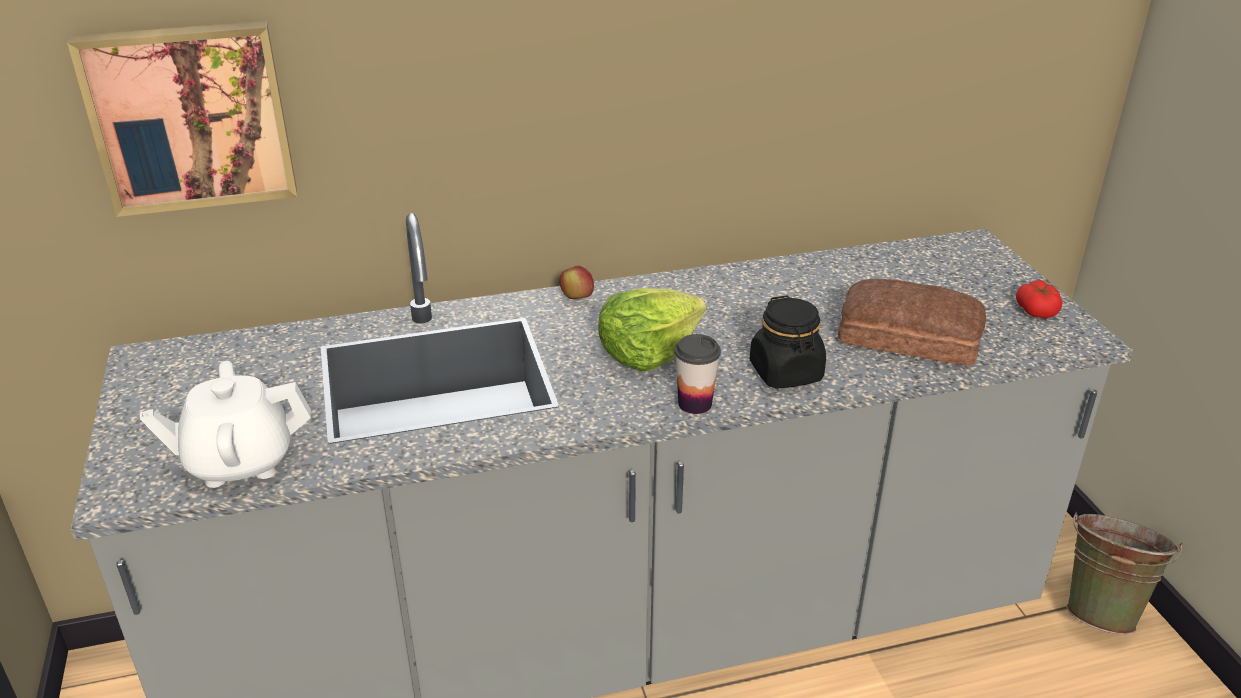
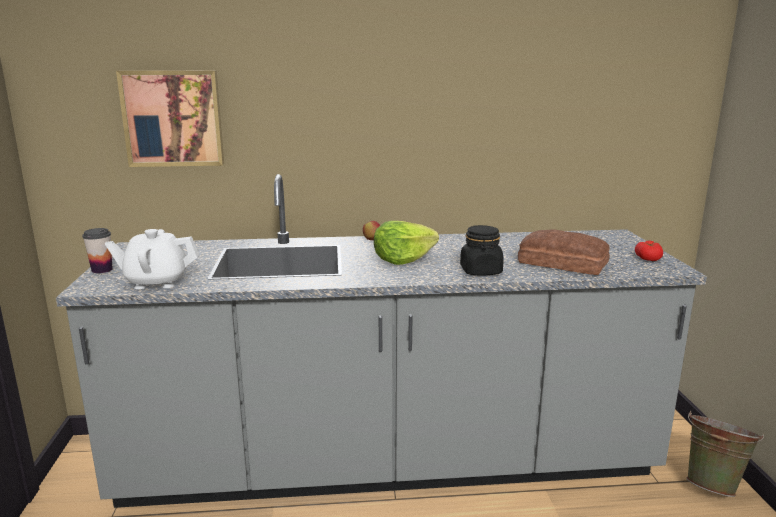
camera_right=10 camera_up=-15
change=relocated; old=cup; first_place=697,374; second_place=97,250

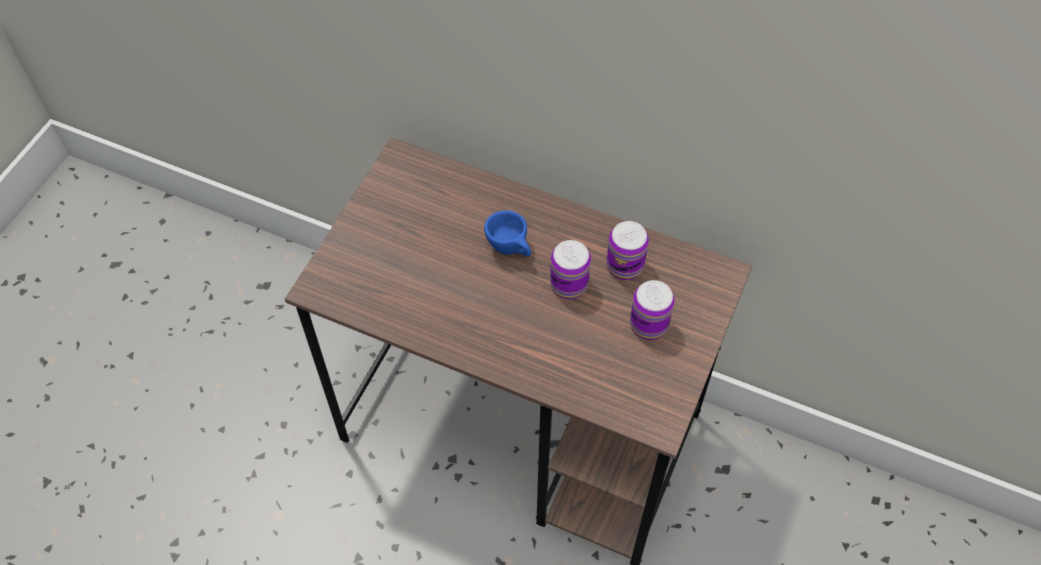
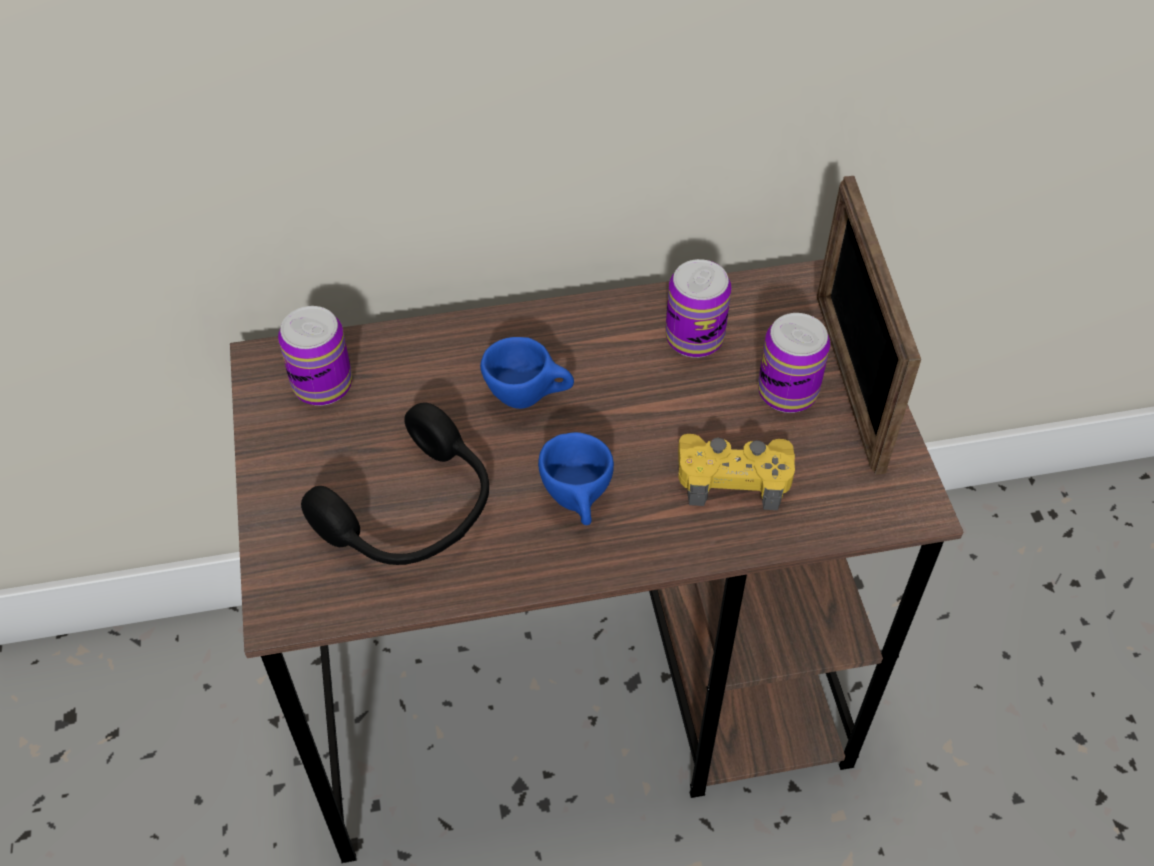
camera_right=-35 camera_up=-5
change=relocated; old=can; first_place=570,269; second_place=315,356
change=appeared; new=black headphones; second_place=395,484
change=appeared; new=blue cup; second_place=576,478
change=appeared; new=yellow game controller; second_place=736,472
change=appeared; new=picture frame; second_place=869,325

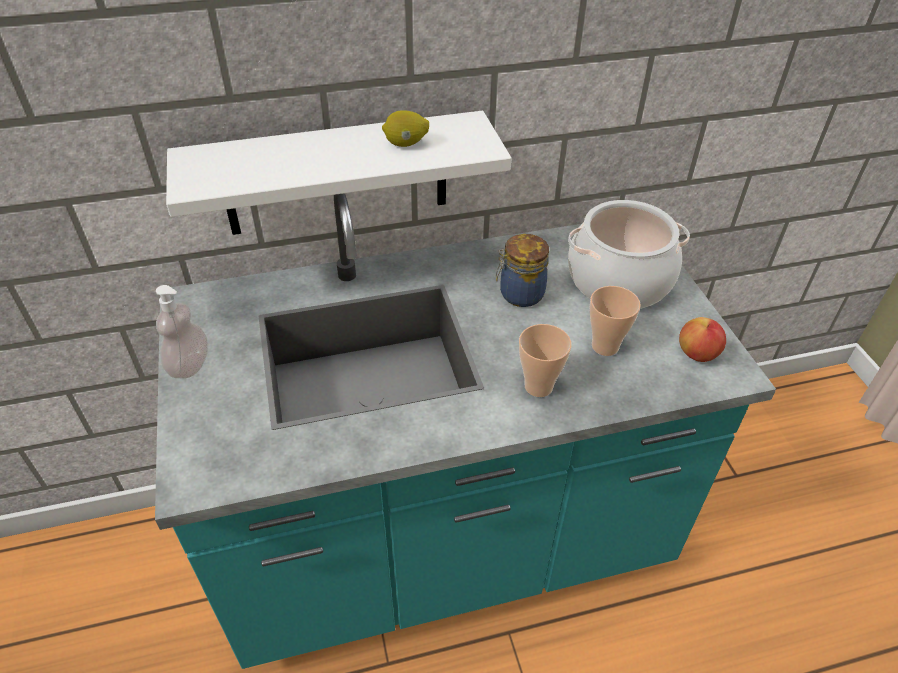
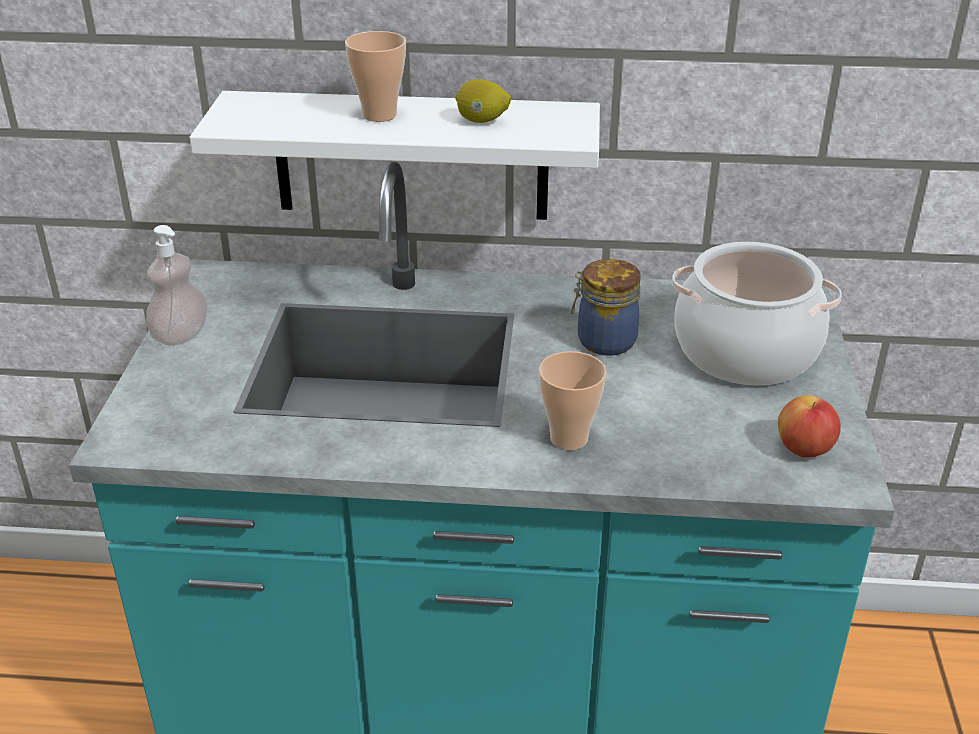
camera_right=20 camera_up=-10
change=relocated; old=cup; first_place=615,321; second_place=375,76

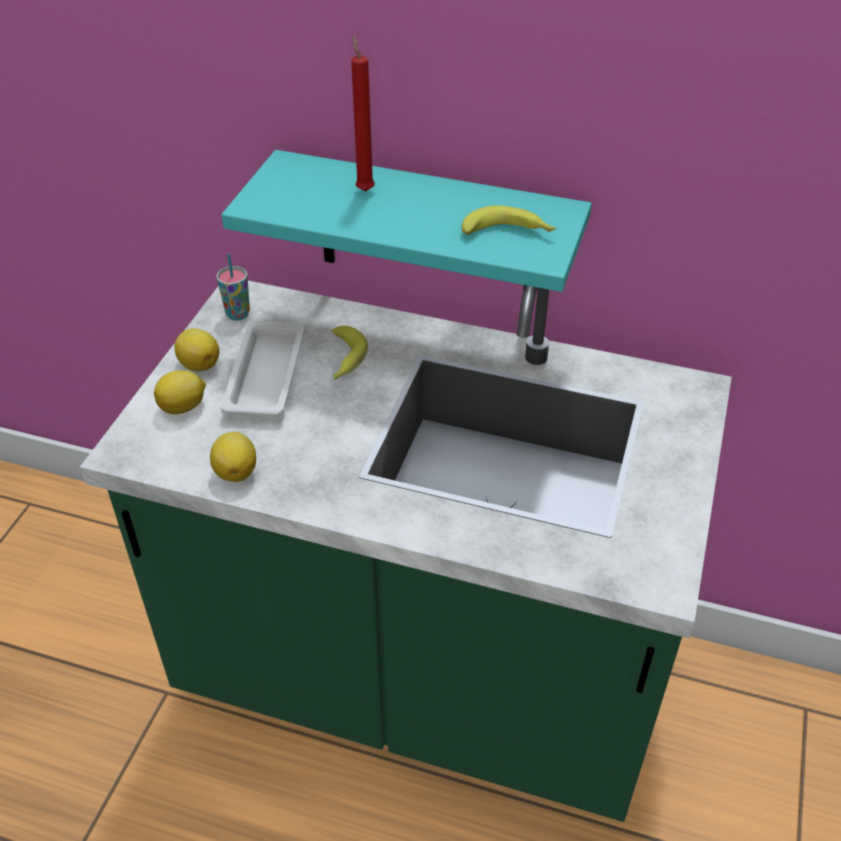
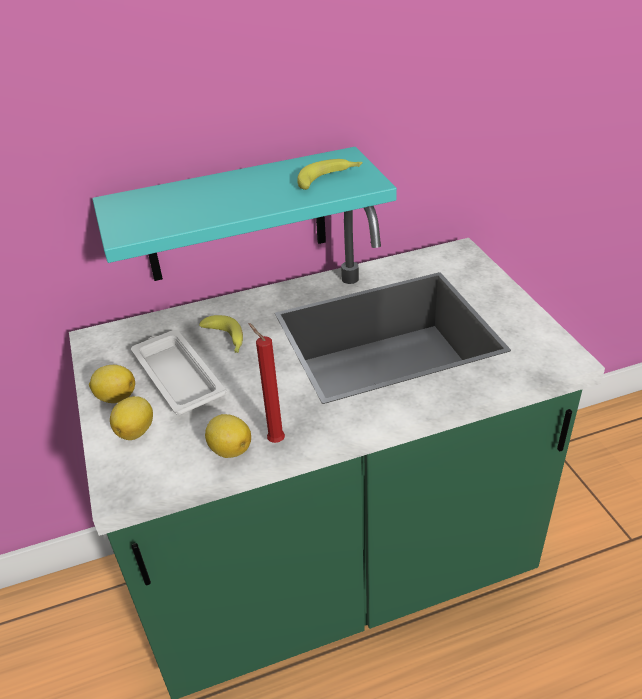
camera_right=-35 camera_up=-5
change=relocated; old=red candle; first_place=363,114; second_place=267,383
change=missing; old=cup; first_place=233,287

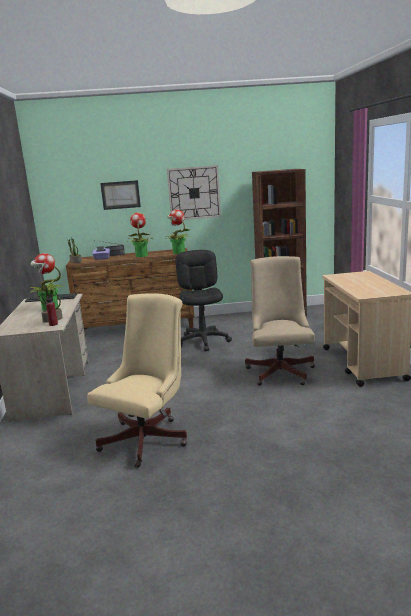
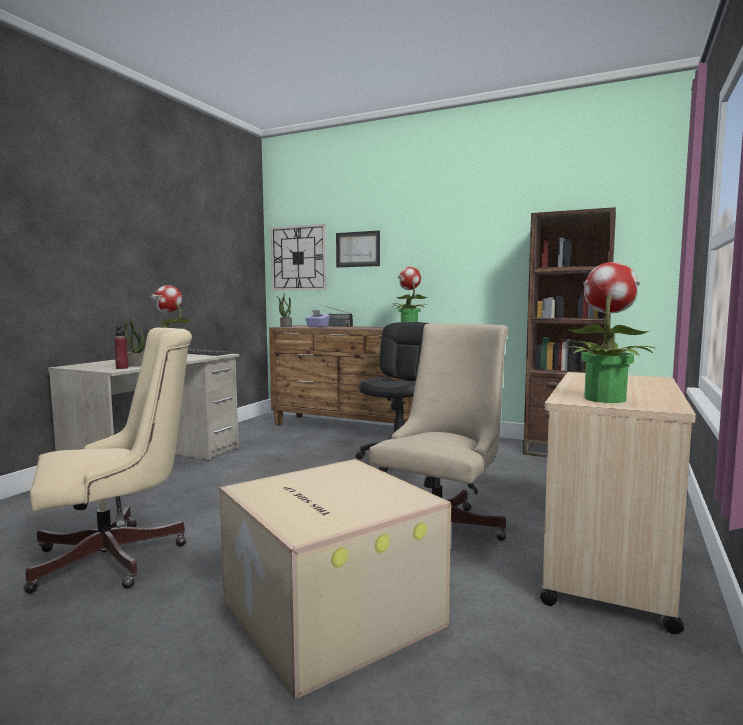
camera_right=30 camera_up=-10
change=appeared; new=cardboard box; second_place=335,579
change=relocated; old=wall clock; first_place=194,192; second_place=298,257
change=relocated; old=potted plant; first_place=140,234; second_place=610,332

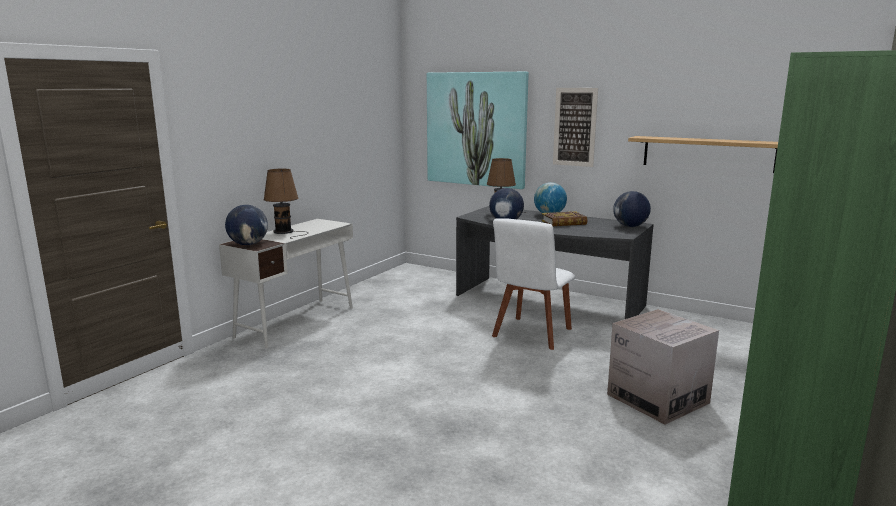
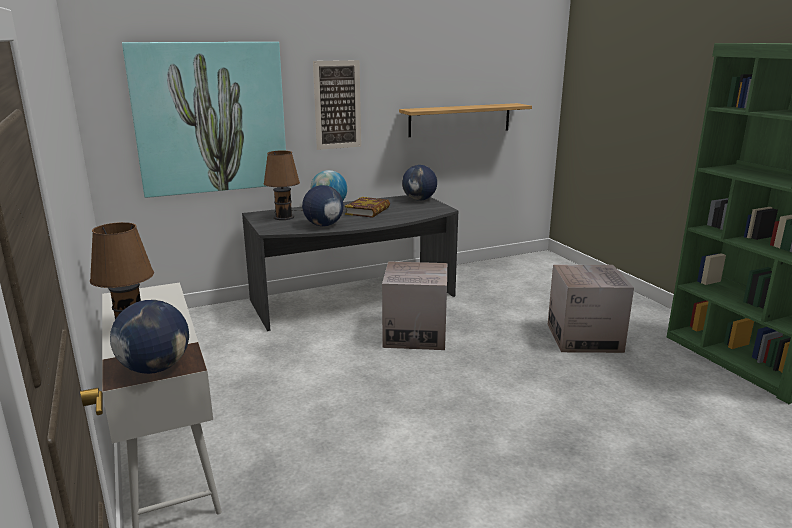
camera_right=-55 camera_up=5
change=exchanged; old=white chair; new=cardboard box; first_place=534,284; second_place=414,305

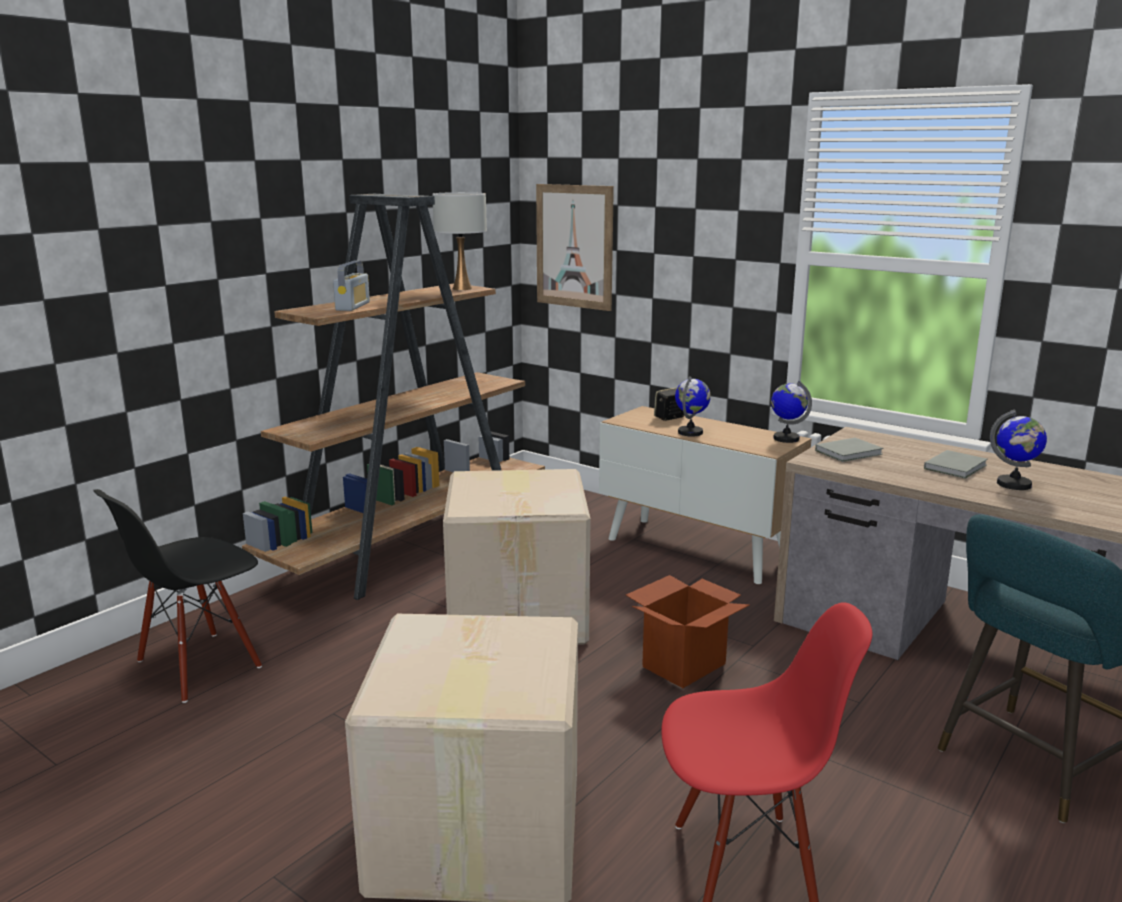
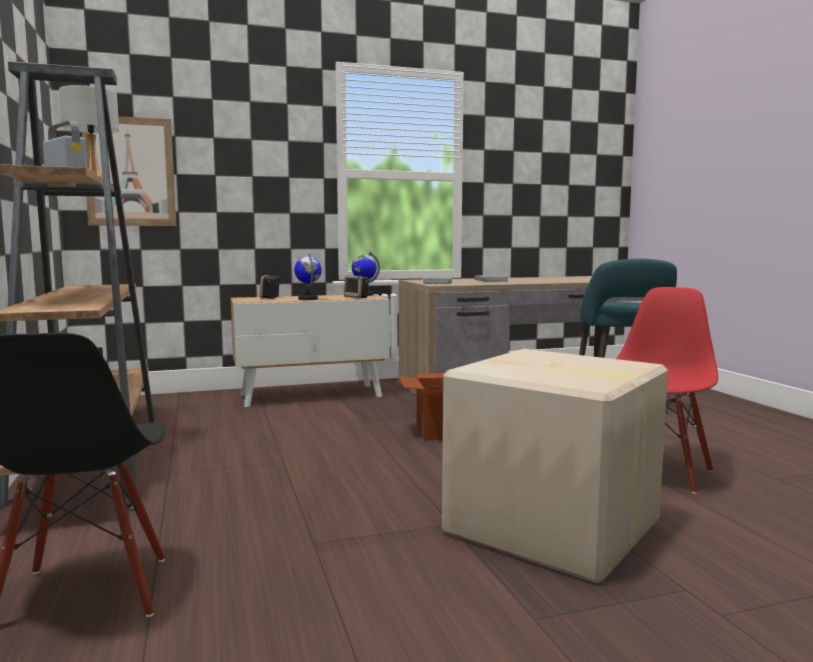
camera_right=-55 camera_up=-10
change=appeared; new=speaker; second_place=356,286
change=missing; old=cardboard box; first_place=516,557
change=missing; old=globe; first_place=1018,449

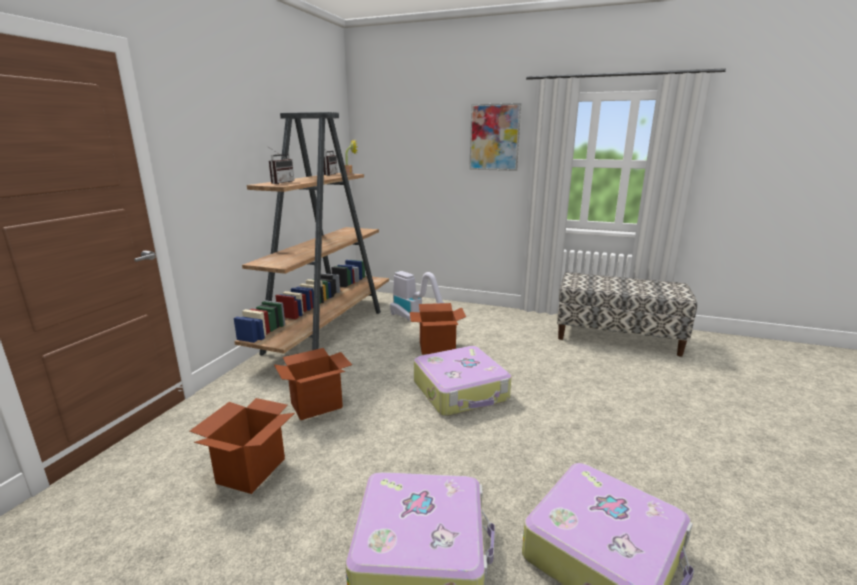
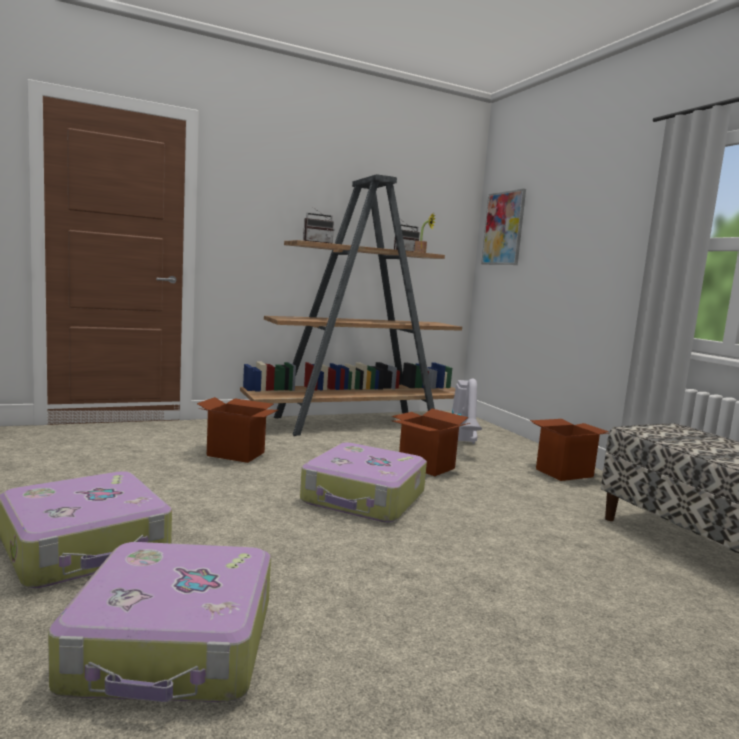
camera_right=45 camera_up=-10
change=relocated; old=picture; first_place=495,137; second_place=503,227
change=relocated; old=cardboard box; first_place=242,446; second_place=569,450

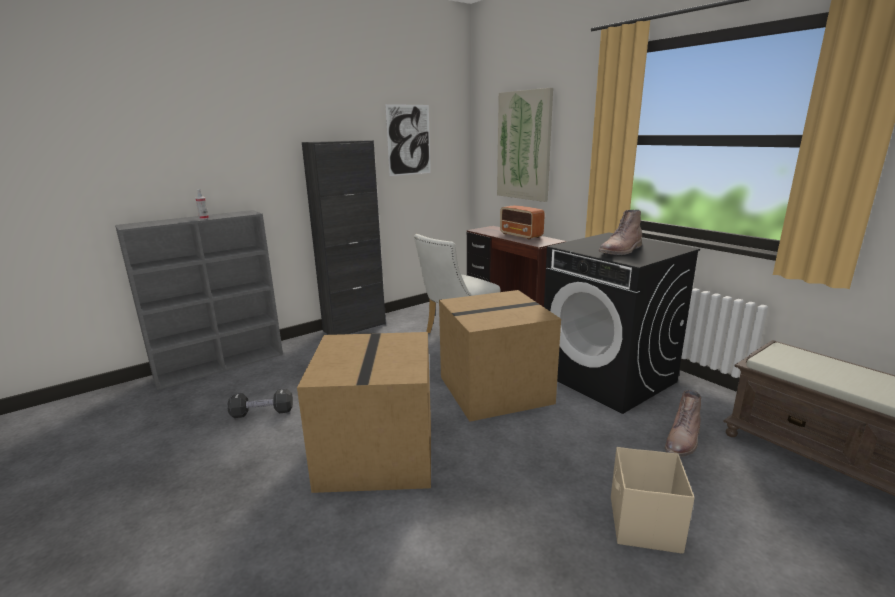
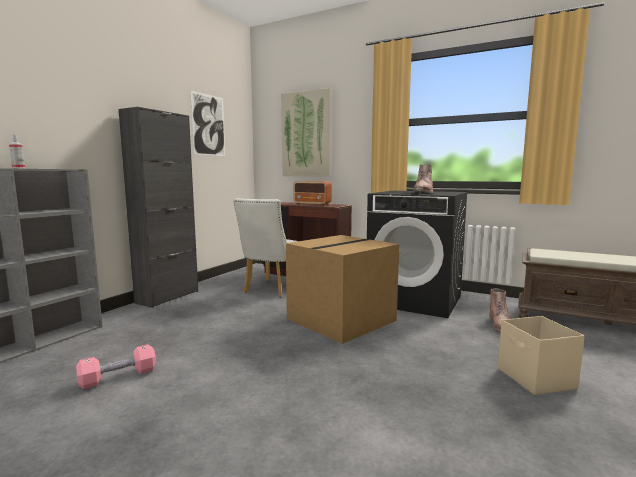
camera_right=-25 camera_up=-10
change=colour; old=black dumbbell; new=pink dumbbell; first_place=260,403; second_place=116,366
change=missing; old=cardboard box; first_place=364,412

